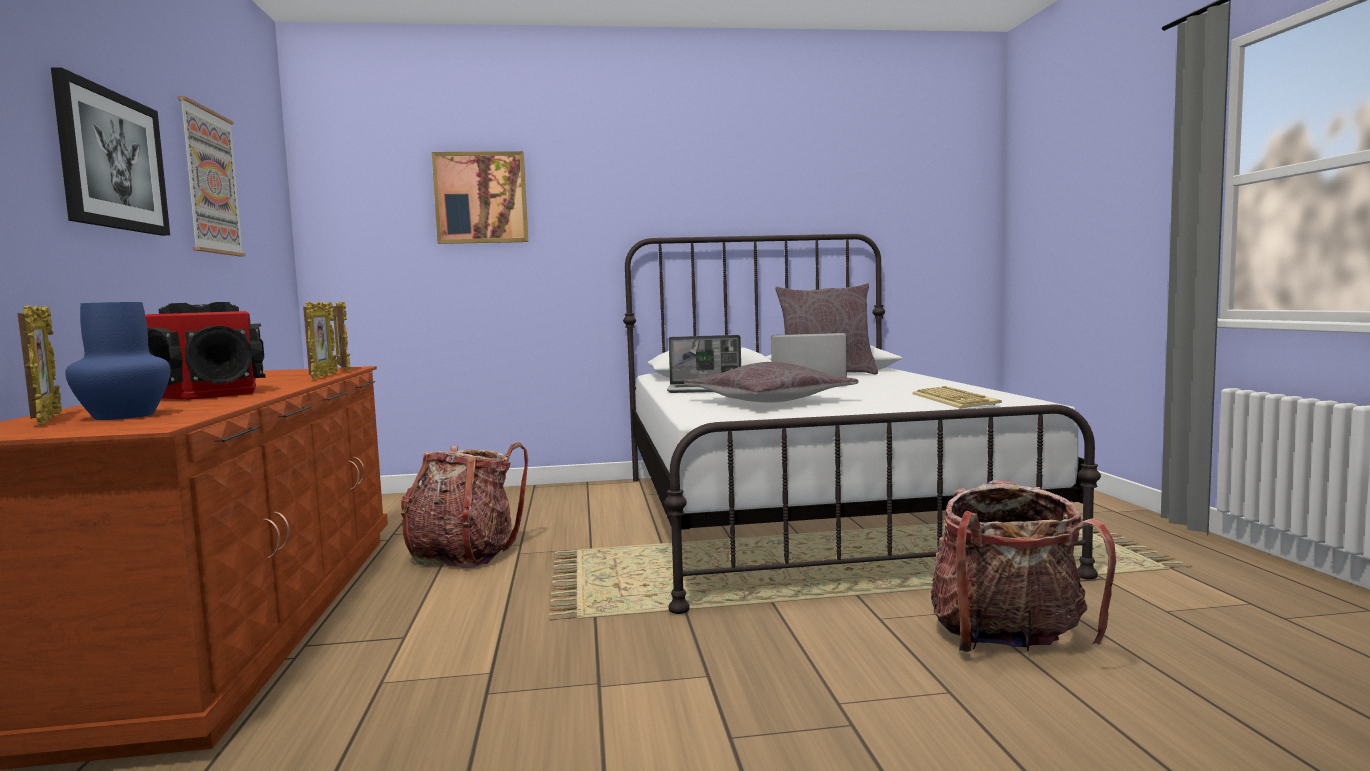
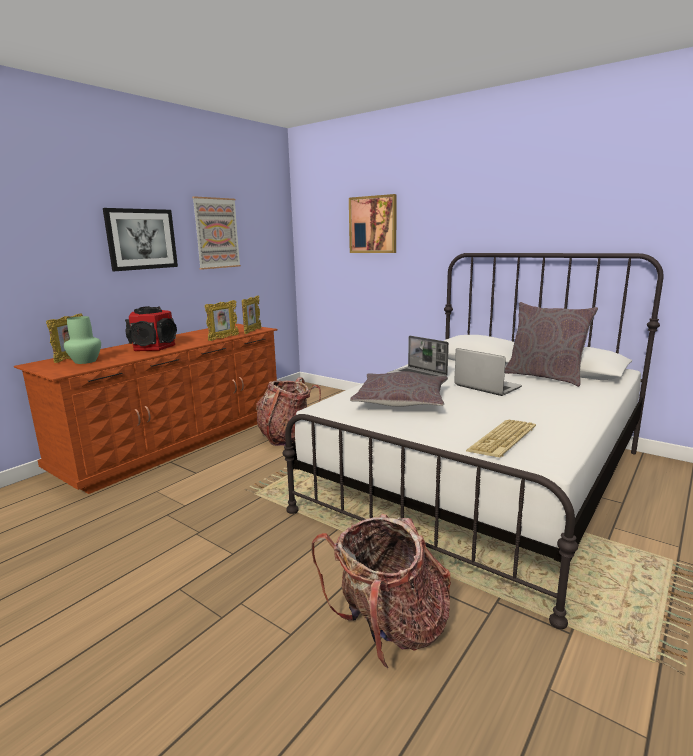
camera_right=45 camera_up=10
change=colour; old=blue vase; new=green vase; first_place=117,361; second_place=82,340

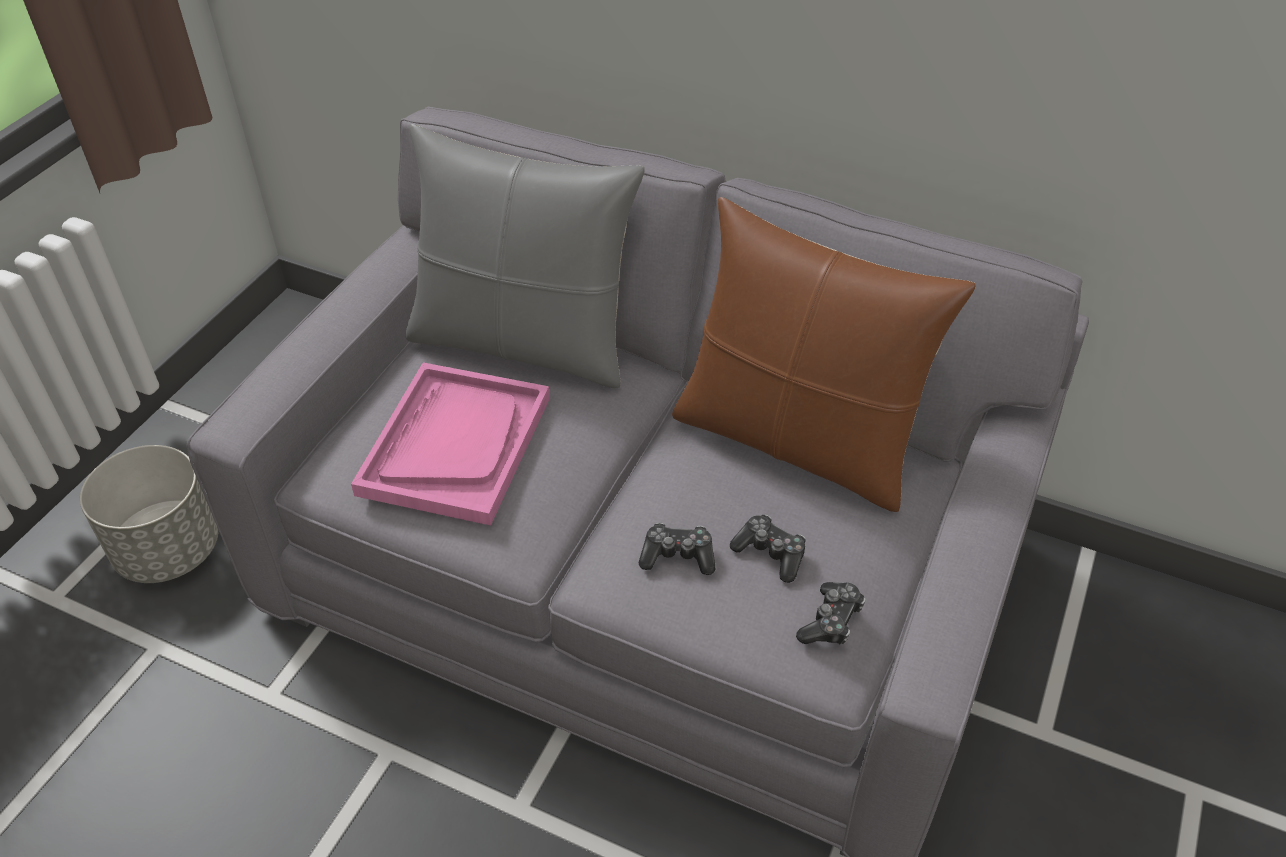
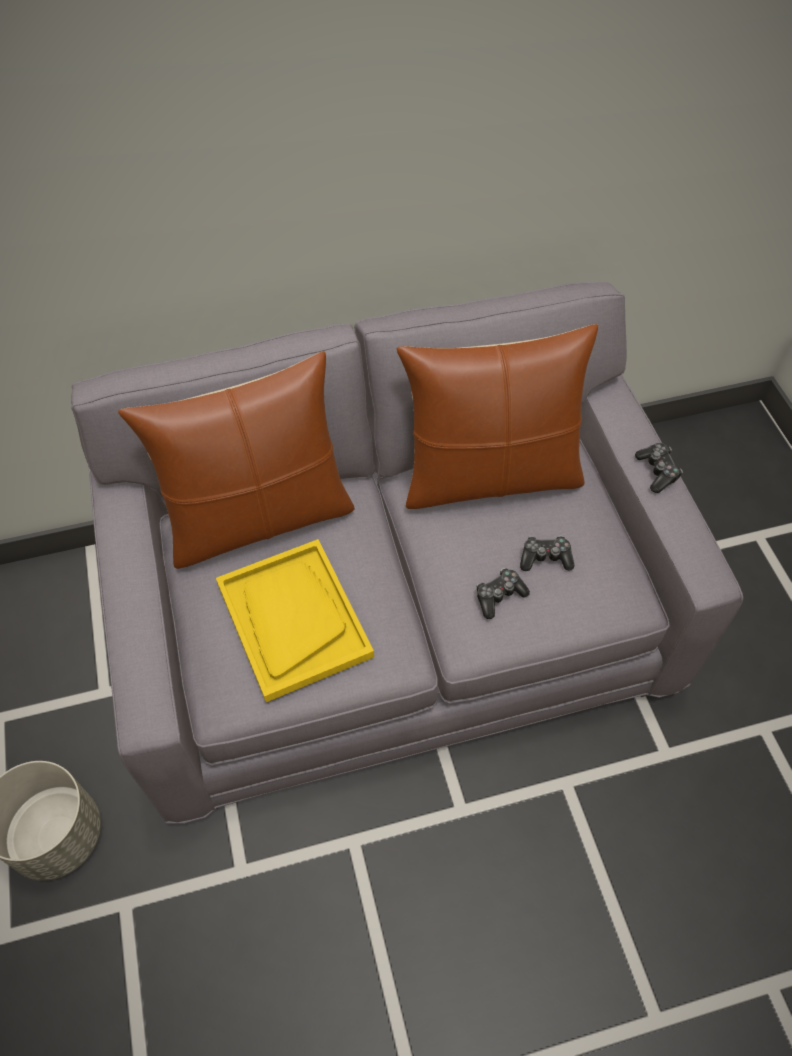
camera_right=-40 camera_up=10
change=colour; old=grey pillow; new=brown pillow; first_place=525,256; second_place=236,460
change=colour; old=pink tray; new=yellow tray; first_place=450,443; second_place=295,620
change=relocated; old=game controller; first_place=831,613; second_place=659,468

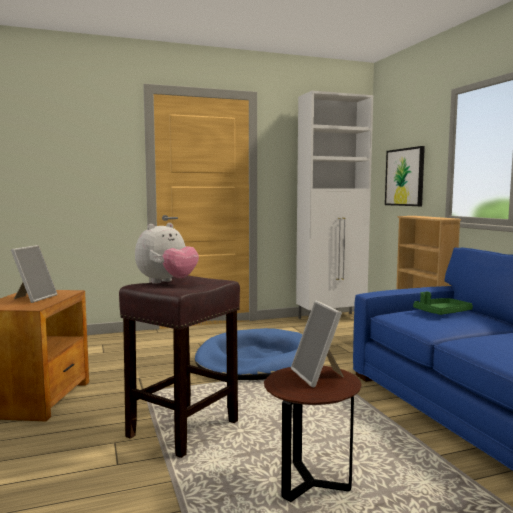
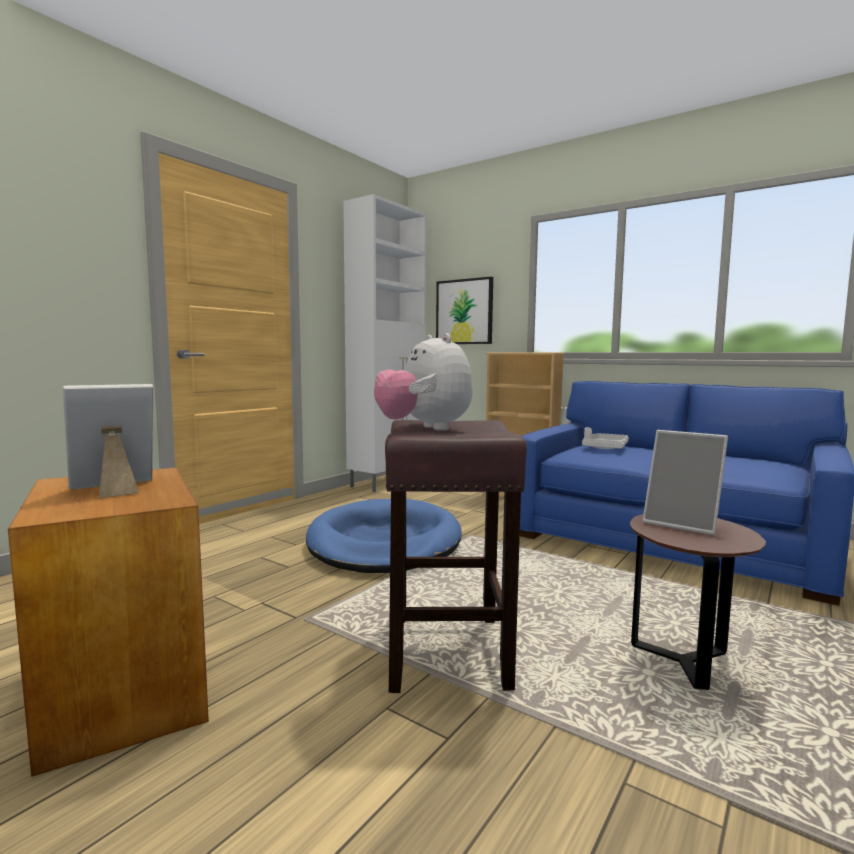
camera_right=-35 camera_up=0
change=spun; old=picture frame; first_place=34,274; second_place=108,441; degrees=-105
change=spun; old=plush toy; first_place=167,253; second_place=423,382; degrees=150
change=colour; old=green tray; new=white tray; first_place=443,303; second_place=605,438

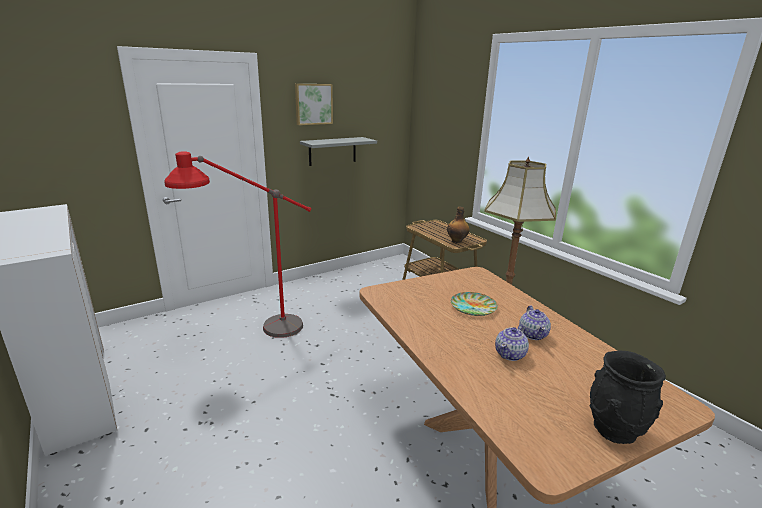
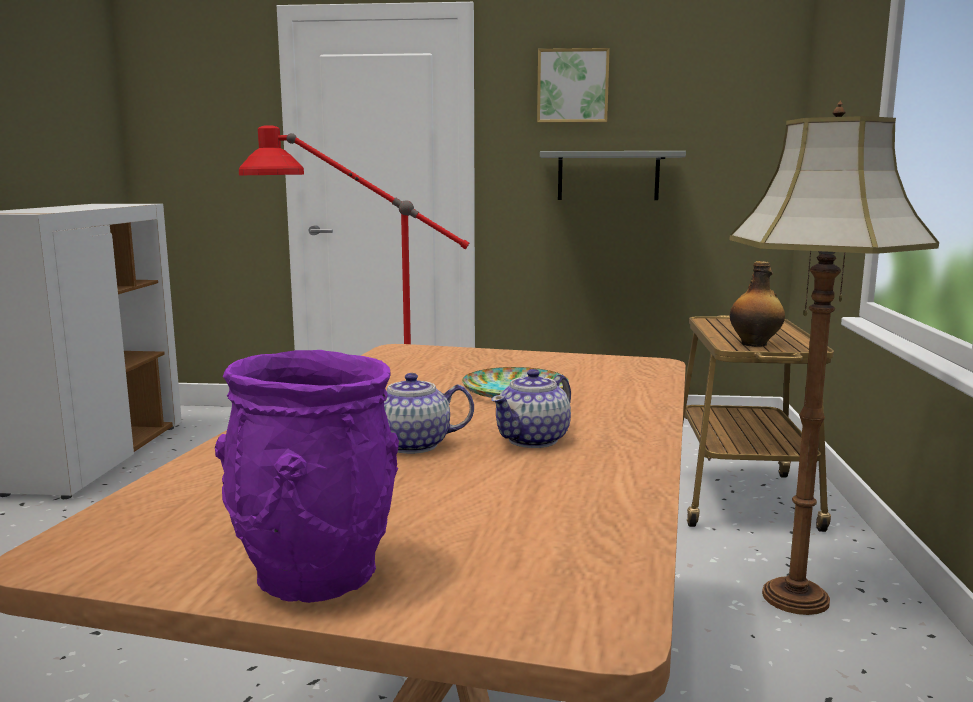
camera_right=40 camera_up=-10
change=colour; old=black vase; new=purple vase; first_place=627,397; second_place=307,476

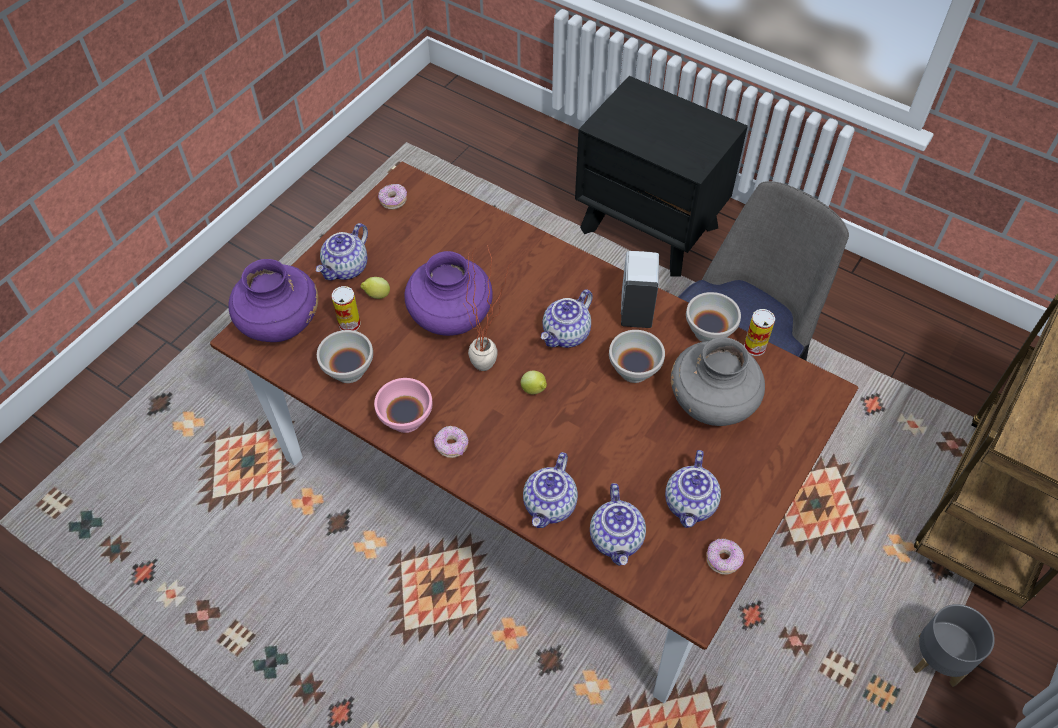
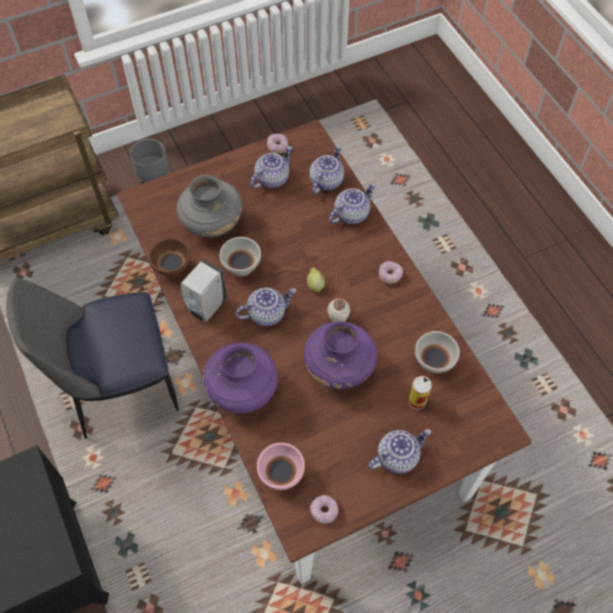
camera_right=-150 camera_up=5
change=colour; old=white bowl; new=brown bowl; first_place=713,317; second_place=169,258
change=relocated; old=purple vase; first_place=273,300; second_place=240,378
change=relocated; old=pink bowl; first_place=403,405; second_place=281,466
change=missing; old=lemon; first_place=375,288
change=missing; old=can; first_place=759,332

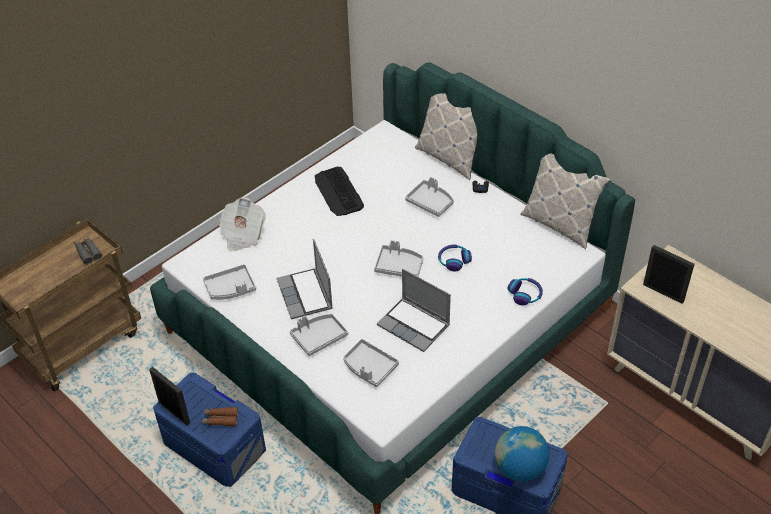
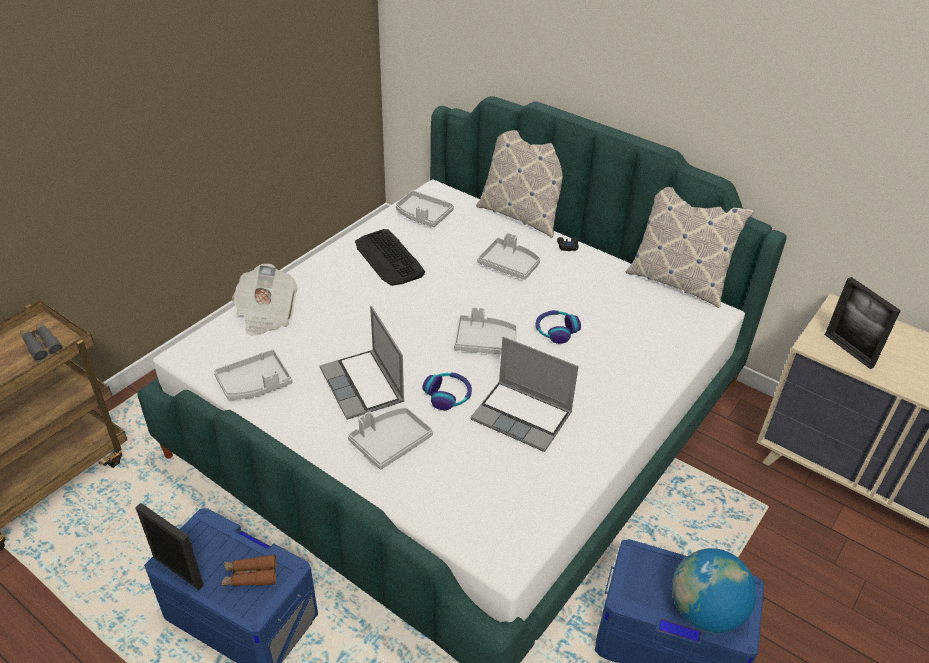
camera_right=-10 camera_up=-5
change=relocated; old=grey tray; first_place=371,363; second_place=425,208
change=relocated; old=headphones; first_place=525,291; second_place=447,391
change=spun; old=picture frame; first_place=668,274; second_place=863,323; degrees=-150

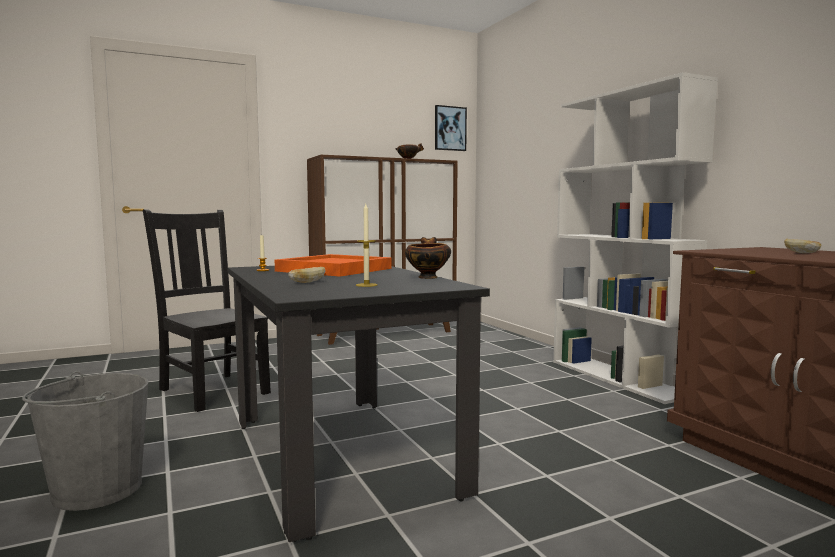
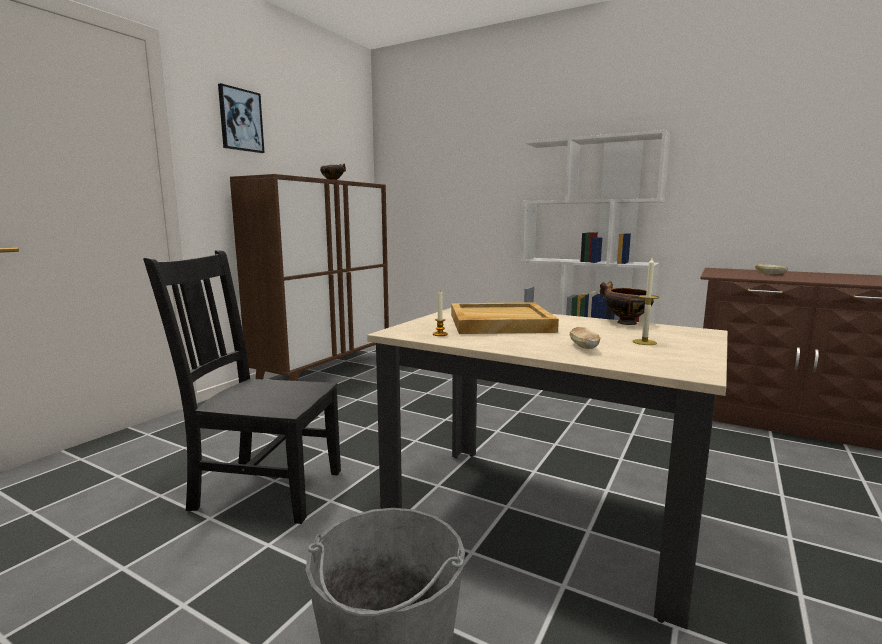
camera_right=-35 camera_up=5
change=relocated; old=picture; first_place=451,128; second_place=241,118
change=colour; old=black dining table; new=beige dining table; first_place=359,404; second_place=547,468
change=colour; old=orange tray; new=beige tray; first_place=333,265; second_place=505,318

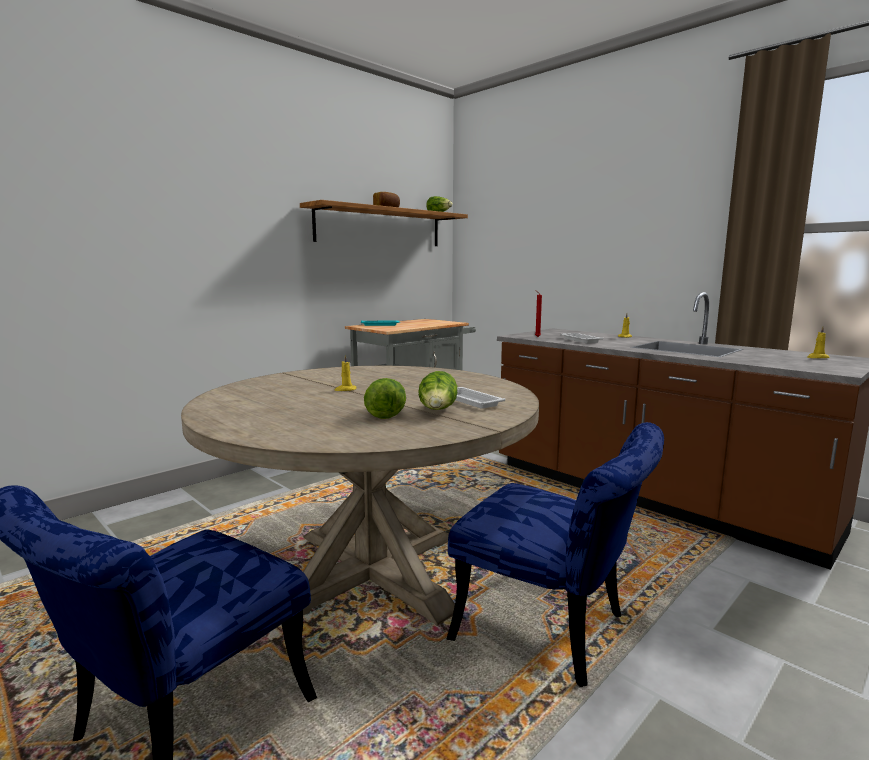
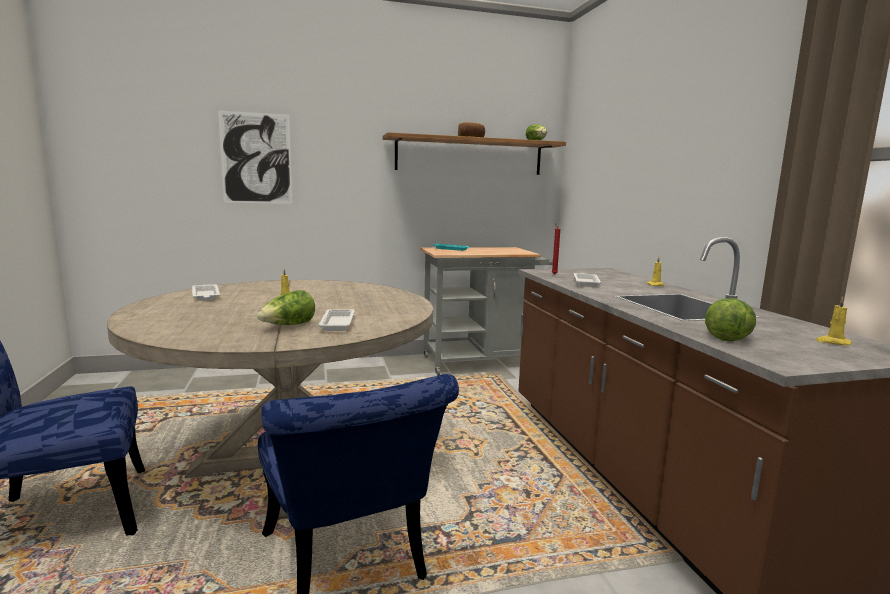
camera_right=30 camera_up=0
change=appeared; new=white tray; second_place=206,292
change=appeared; new=picture; second_place=255,157
change=relocated; old=lettuce; first_place=385,398; second_place=730,320

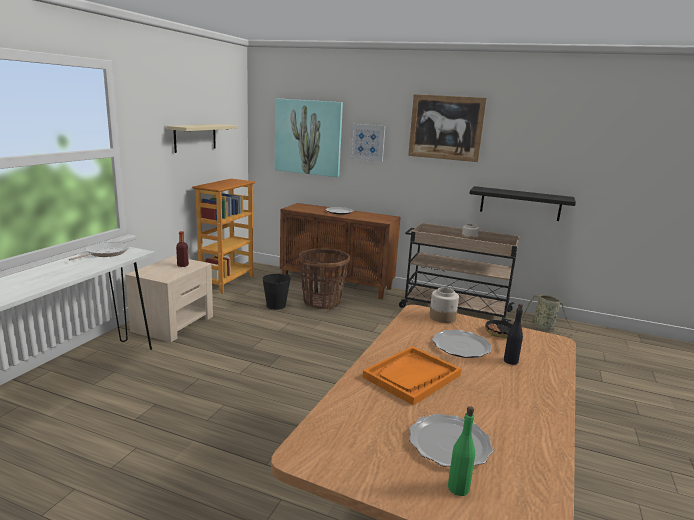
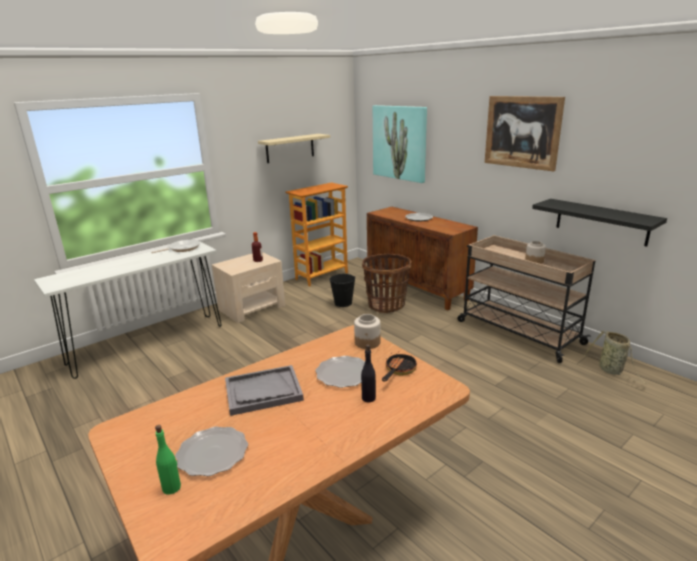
camera_right=30 camera_up=5
change=colour; old=orange tray; new=grey tray; first_place=412,375; second_place=264,390
change=missing; old=picture; first_place=367,143

